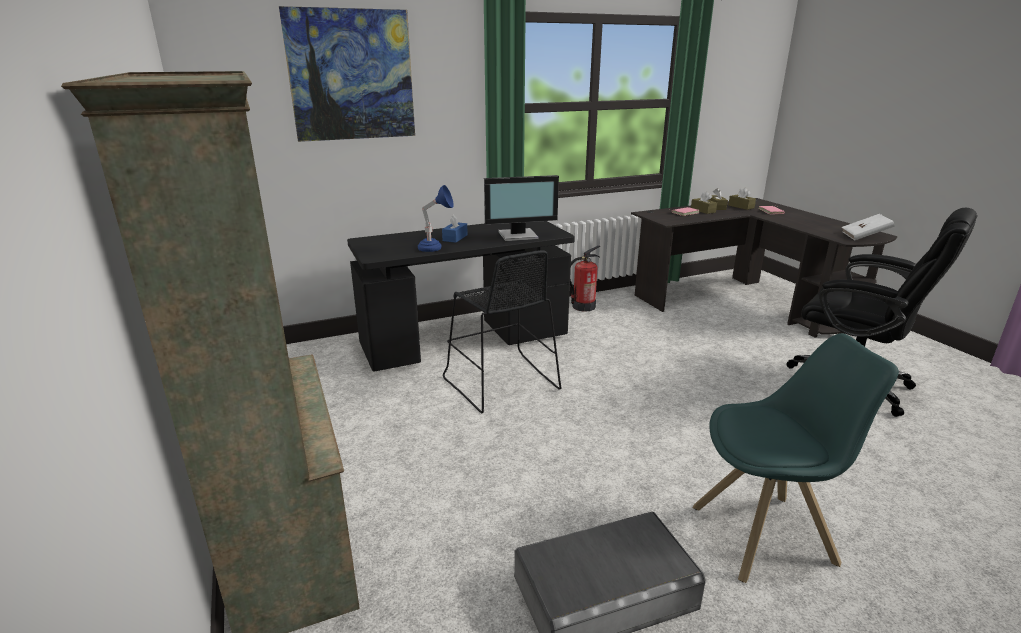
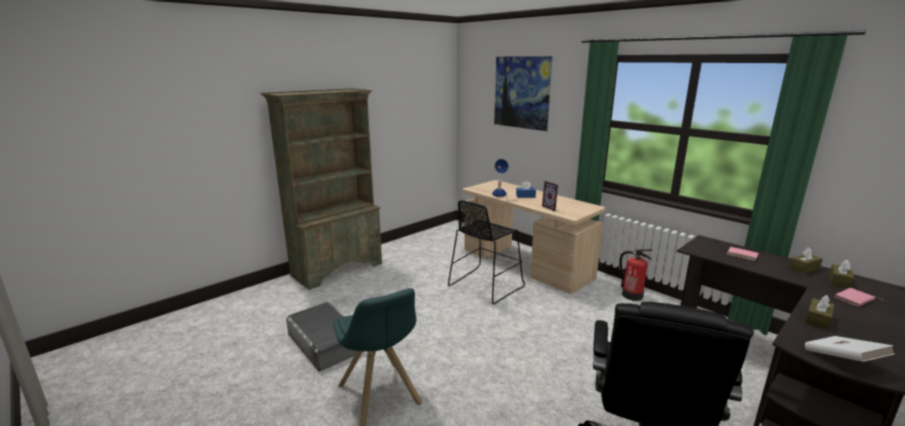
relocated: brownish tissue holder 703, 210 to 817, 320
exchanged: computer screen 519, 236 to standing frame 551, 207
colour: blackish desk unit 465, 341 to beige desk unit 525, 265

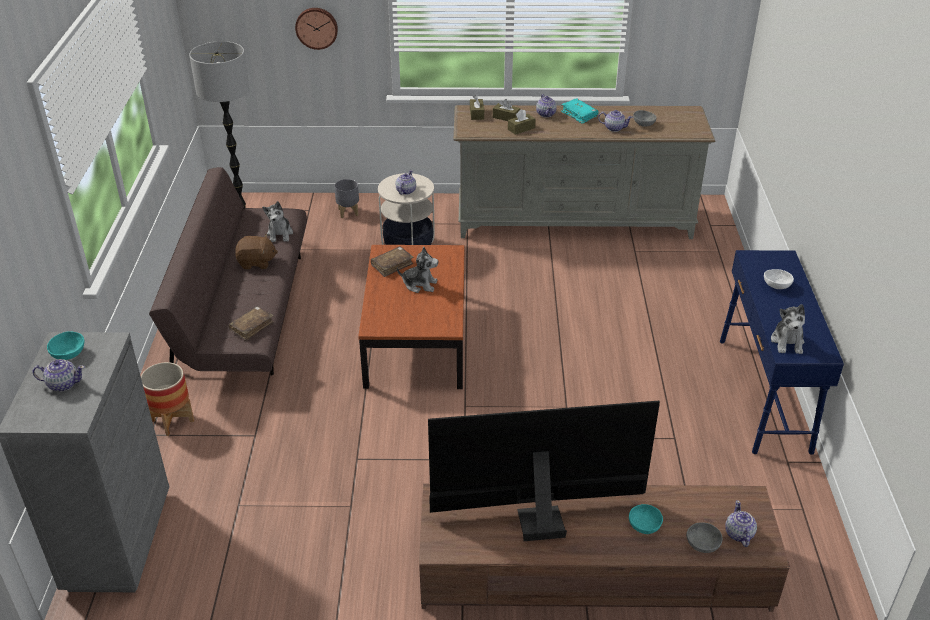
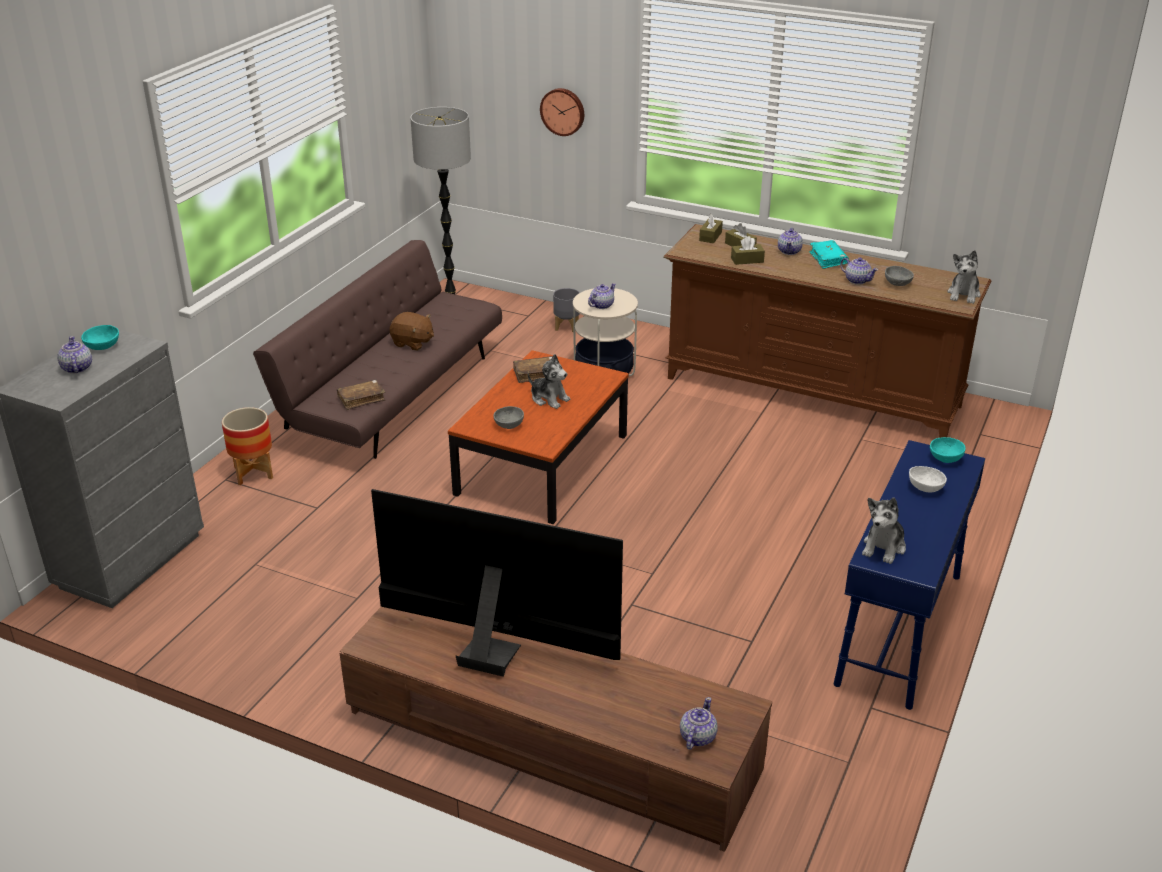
relocated: cuddly toy 280, 234 to 963, 294; blue-green serving bowl 644, 526 to 945, 458; greyish serving bowl 702, 545 to 508, 425
colour: greyish cabinet 574, 222 to brownish cabinet 811, 393
spun: teapot 63, 384 = 76, 368 135 degrees counterclockwise

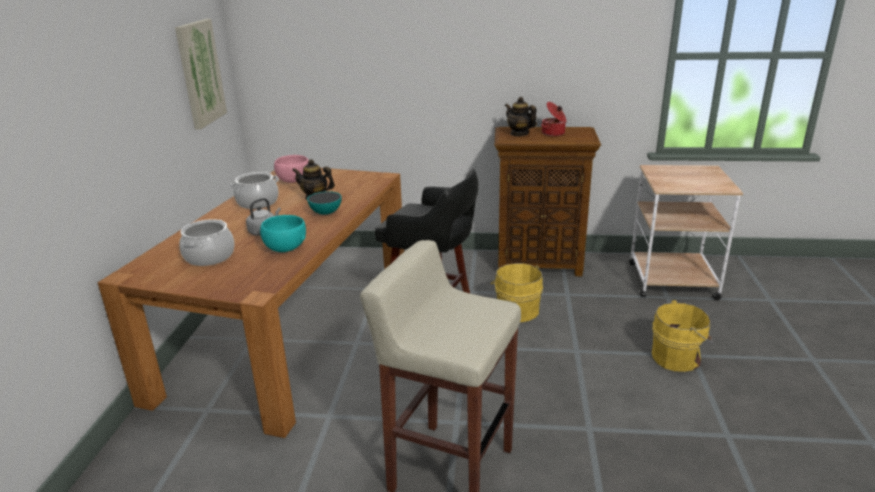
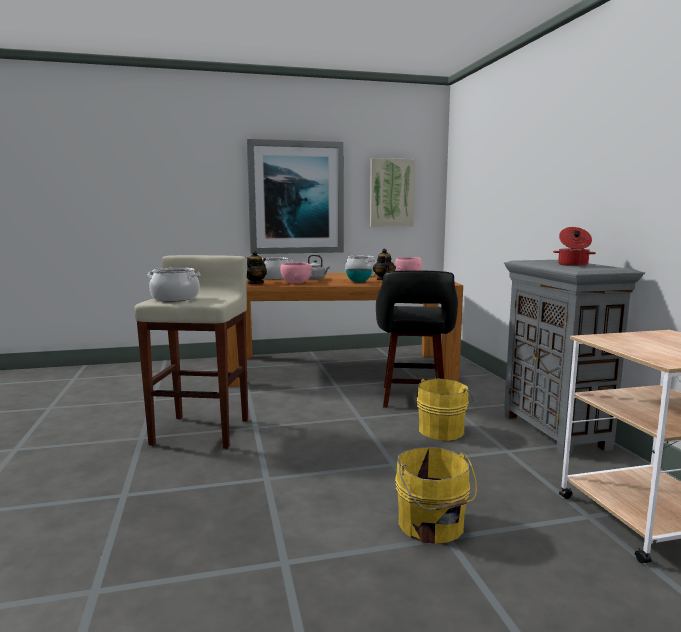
appeared: saucepot 175, 298; wall art 296, 198
relocated: teapot 519, 133 to 255, 283
colour: blue-green serving bowl 285, 248 to pink-coloured serving bowl 295, 283; brownish cabinet 540, 264 to greyish cabinet 556, 432

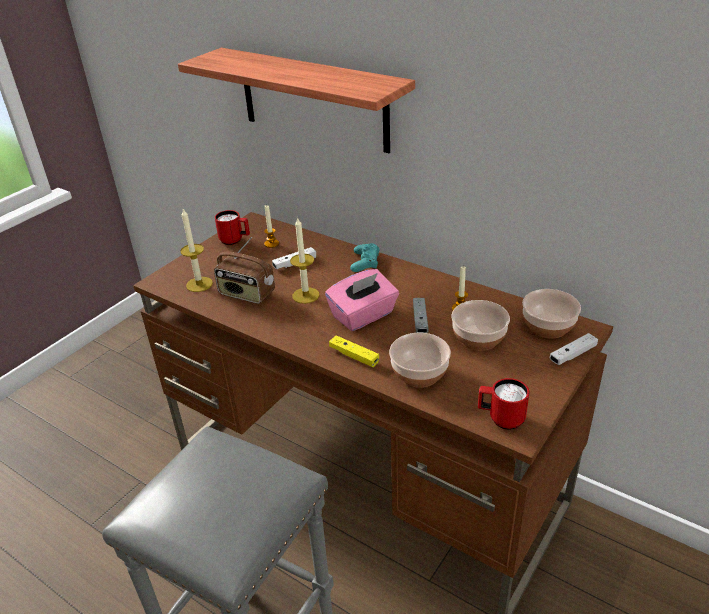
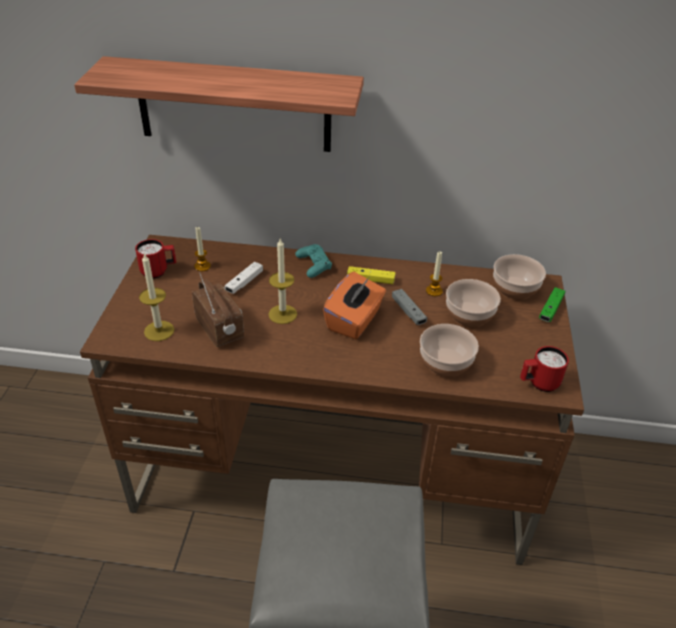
relocated: yellowish joypad 354, 356 to 370, 280
colour: pink-coloured tissue holder 363, 316 to orange-coloured tissue holder 354, 321; white-coloured joypad 572, 355 to green joypad 550, 309
spun: radio set 246, 294 = 220, 329 120 degrees counterclockwise

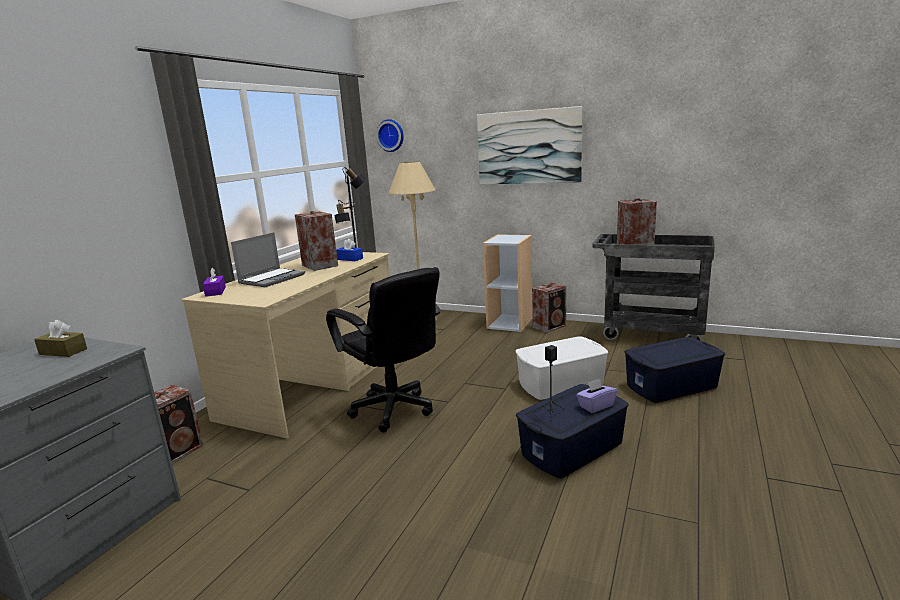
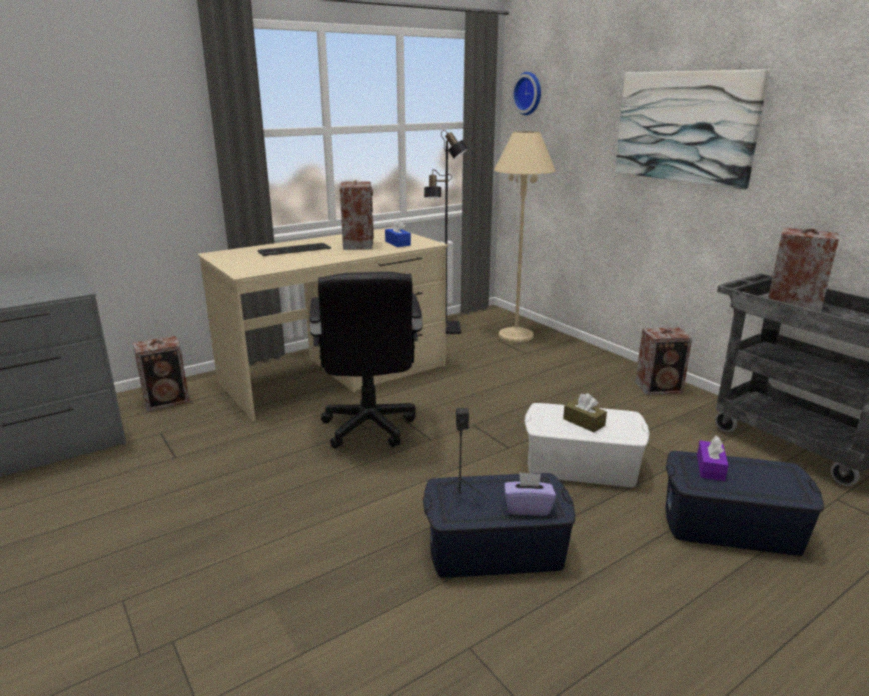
missing: bookshelf 510, 323
relocated: brownish tissue holder 63, 351 to 584, 422; purplish tissue holder 215, 291 to 710, 468
exchanged: notebook computer 272, 279 to PC keyboard 294, 250

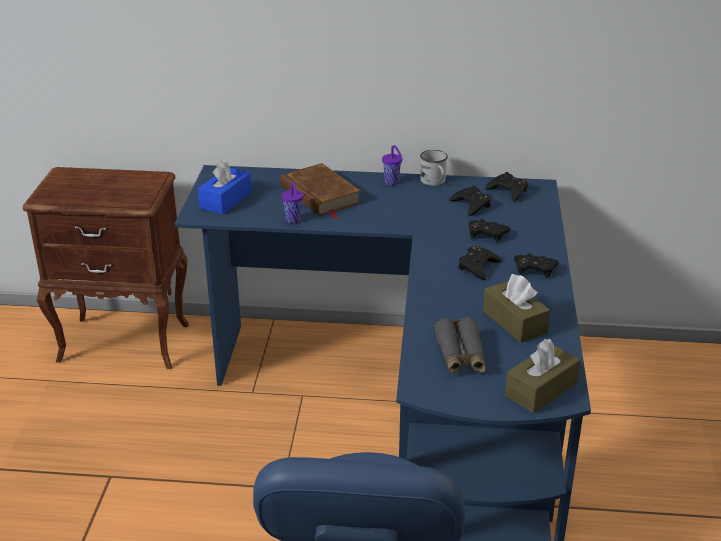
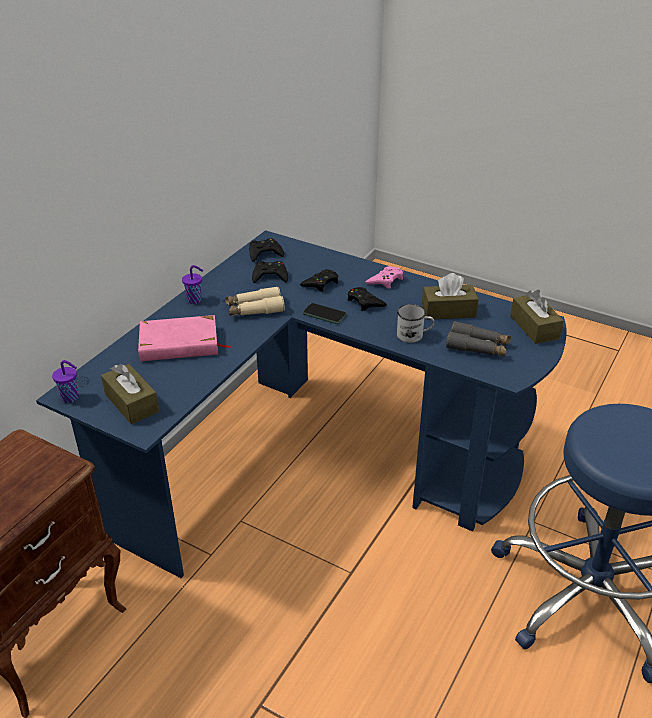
appeared: beige field glasses 254, 309; phone 324, 314
relocated: purplish small cup 293, 220 to 71, 398; white-coloured mug 434, 182 to 414, 335
colour: blue-coloured tissue holder 226, 200 to brownish tissue holder 131, 403; brownish book 320, 195 to pink-coloured book 179, 344; blackish joypad 534, 269 to pink-coloured joypad 385, 280

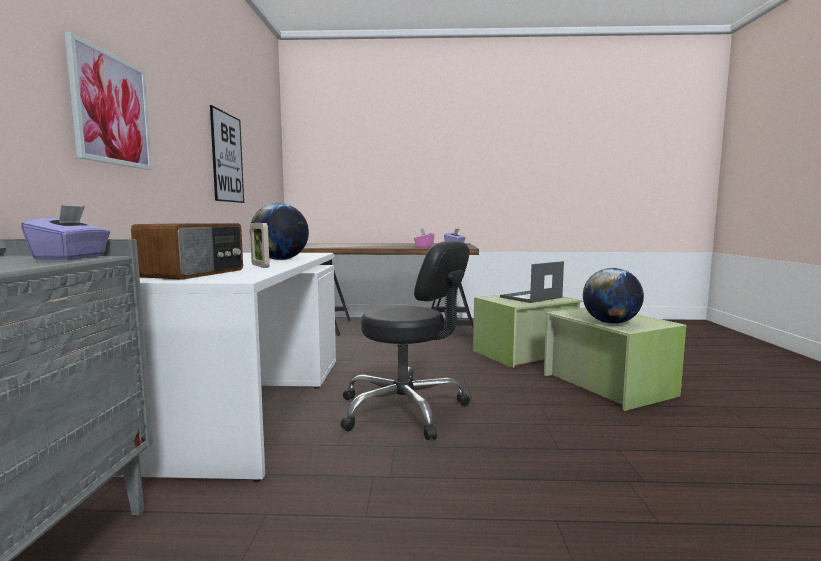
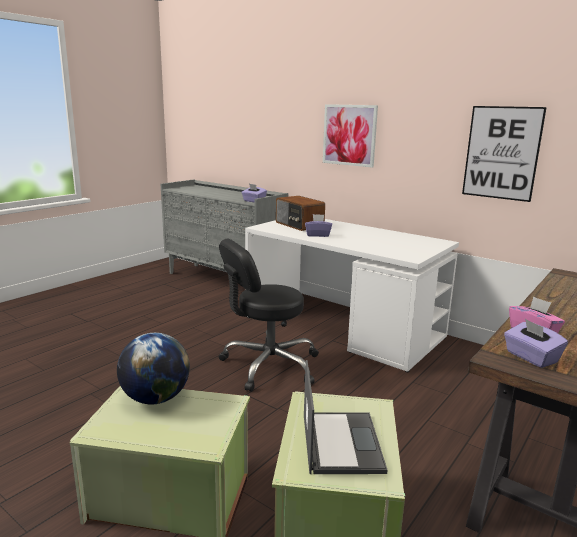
missing: globe 281, 259
exchanged: standing frame 260, 266 to purplish tissue holder 317, 235

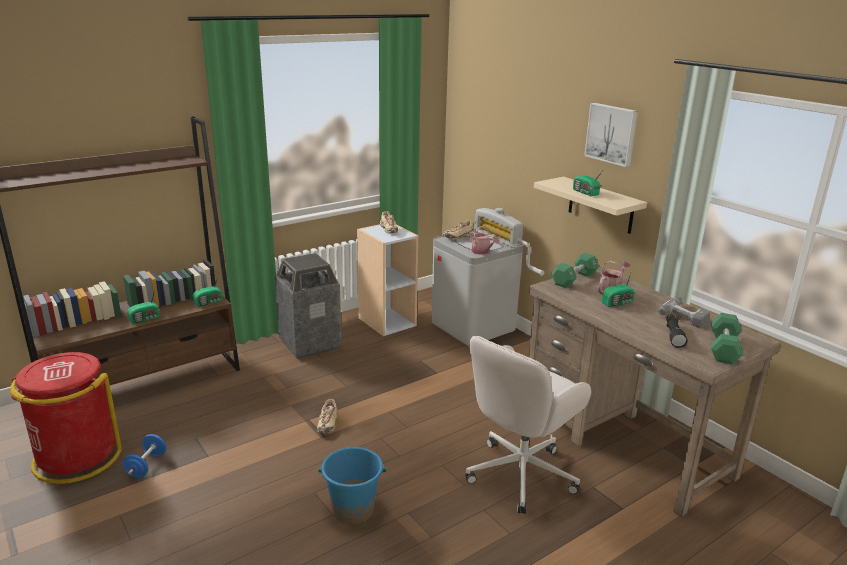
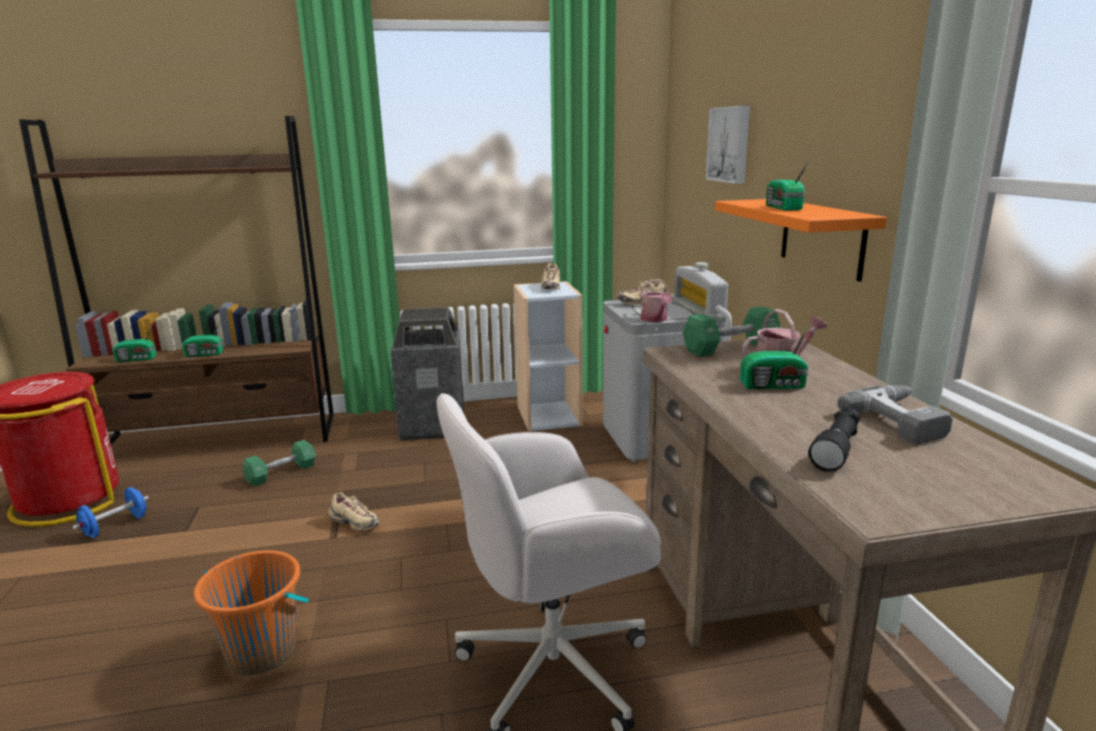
relocated: radio set 209, 302 to 137, 359; wall art 612, 134 to 730, 144; green dumbbell 724, 348 to 281, 473
colour: blue-coloured pail 353, 510 to orange-coloured pail 262, 651; beige bracket shelf 600, 205 to orange-coloured bracket shelf 821, 237
spun: beige item of footwear 328, 424 = 355, 523 90 degrees counterclockwise

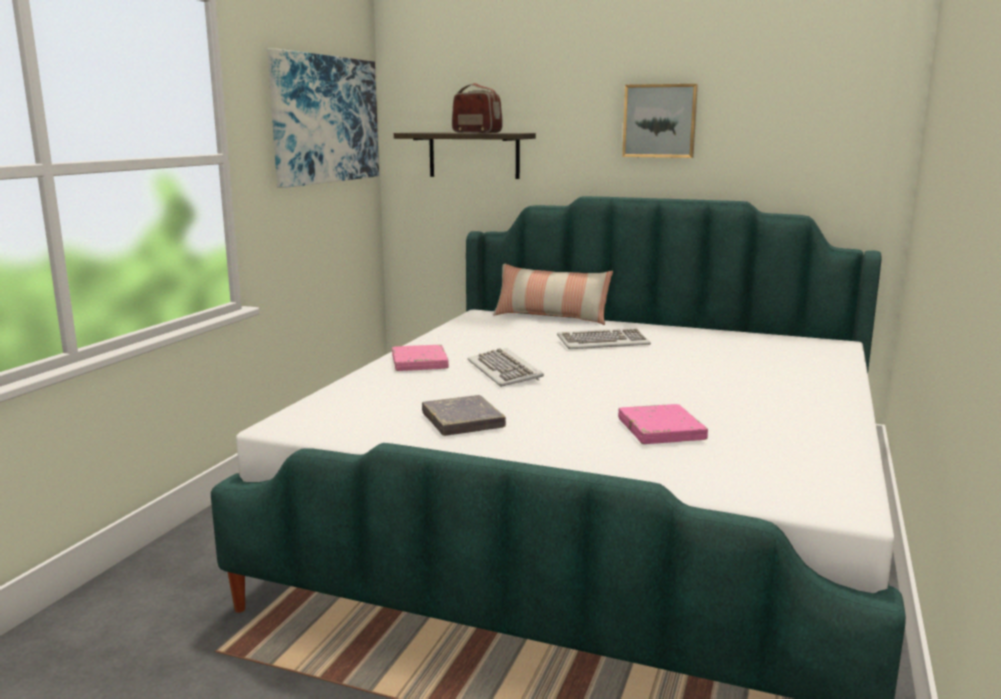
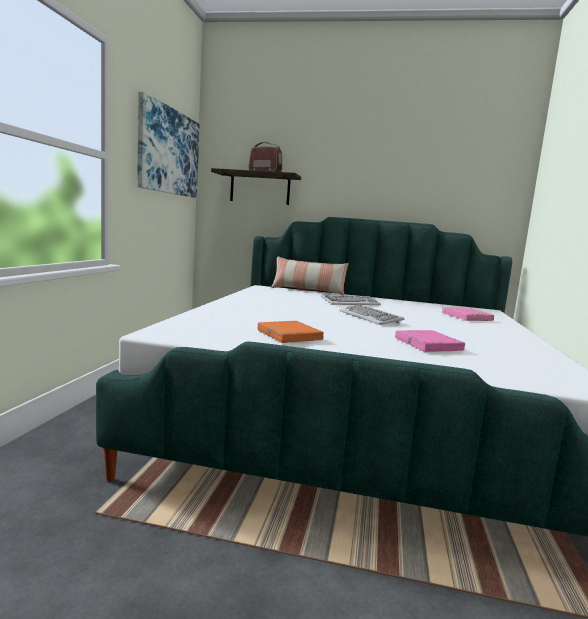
missing: wall art 660, 121
relocated: pink-coloured book 419, 363 to 466, 317; PC keyboard 505, 371 to 370, 317
colour: greyish book 462, 421 to orange-coloured book 289, 336

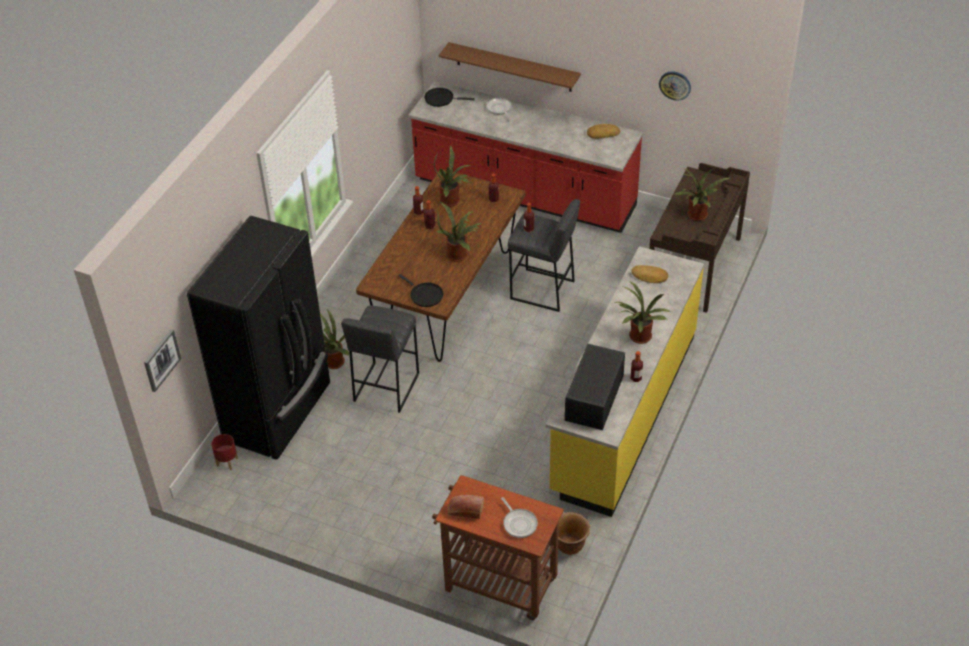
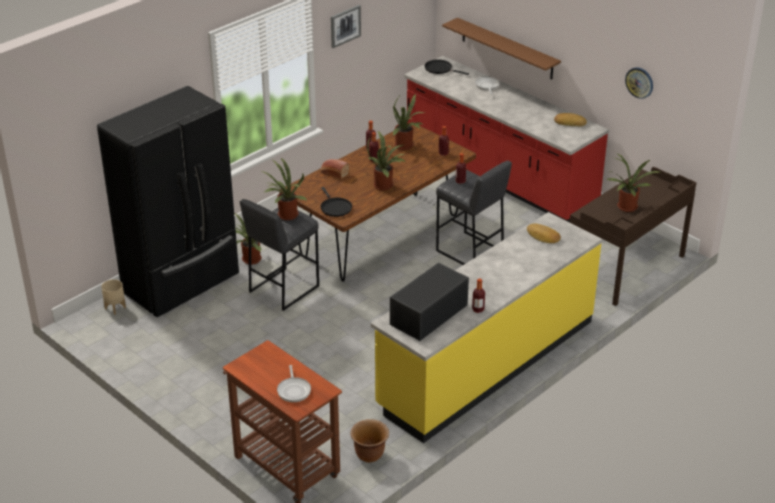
relocated: wall art 161, 360 to 345, 26; bread 465, 511 to 333, 173; houseplant 639, 338 to 286, 216
colour: red-coloured planter 227, 462 to beige planter 115, 308

